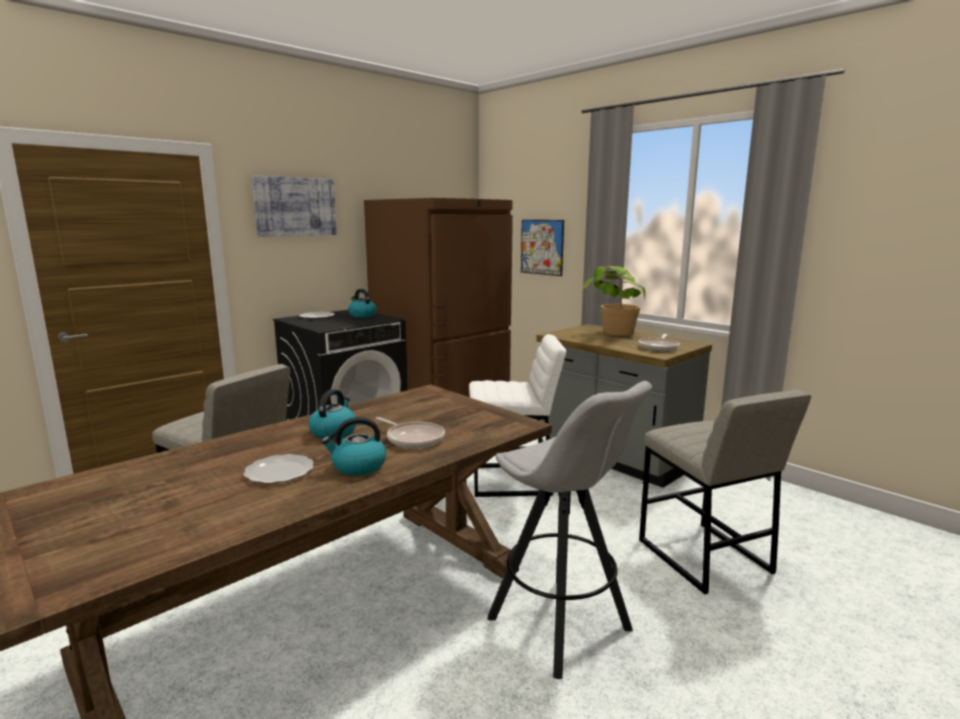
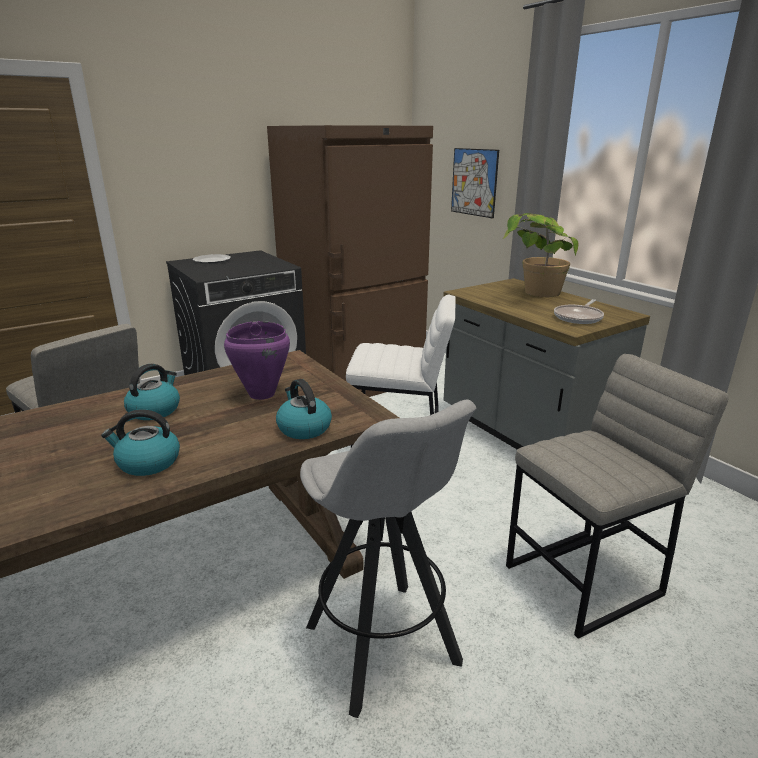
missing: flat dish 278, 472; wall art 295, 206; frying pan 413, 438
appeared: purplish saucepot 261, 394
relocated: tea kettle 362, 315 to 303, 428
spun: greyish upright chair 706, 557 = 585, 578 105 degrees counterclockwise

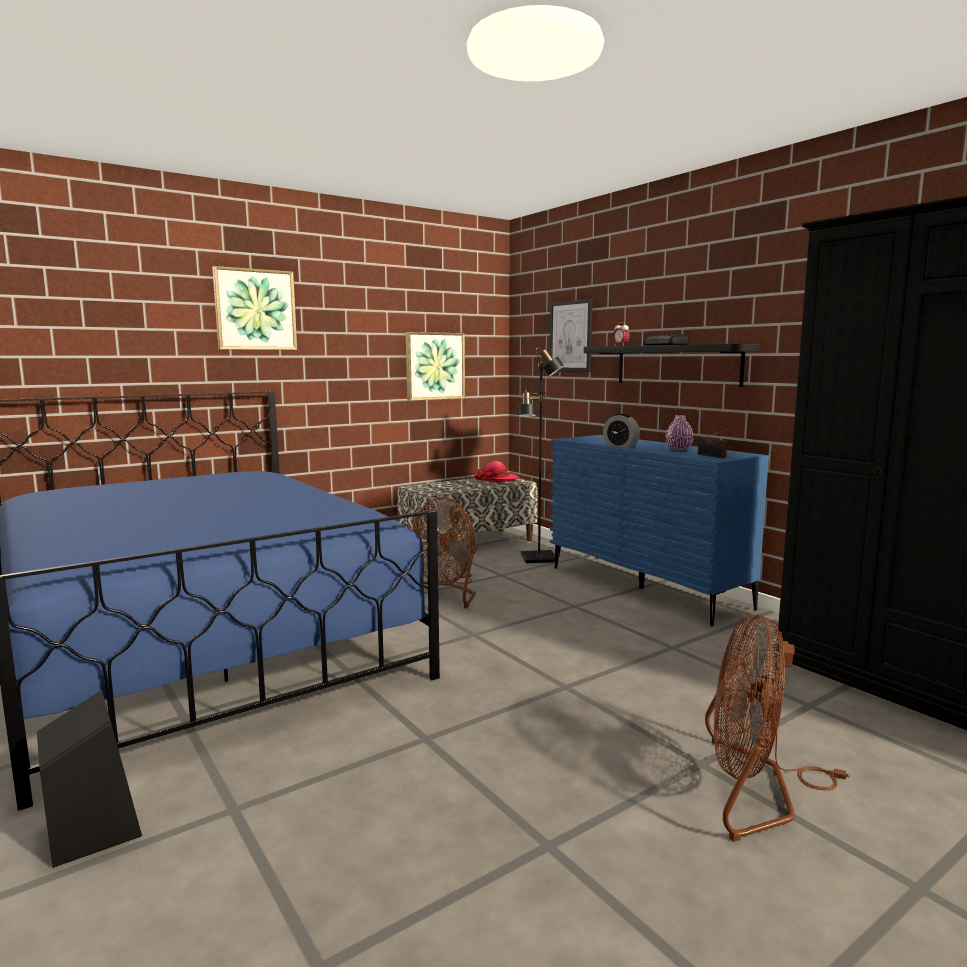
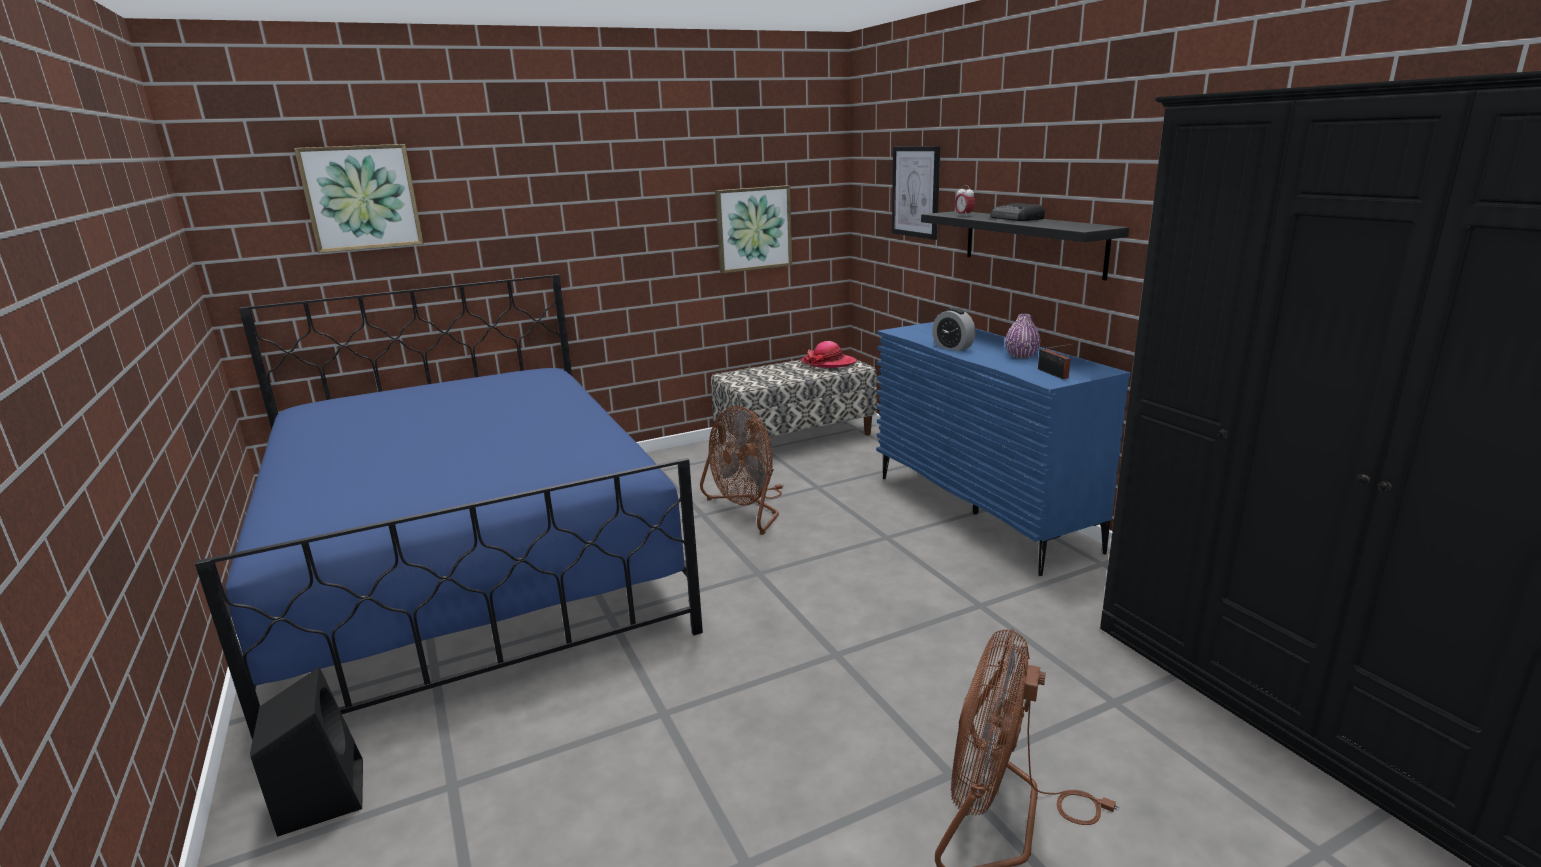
missing: blackish floor lamp 538, 558
relocated: wall art 255, 310 to 361, 197

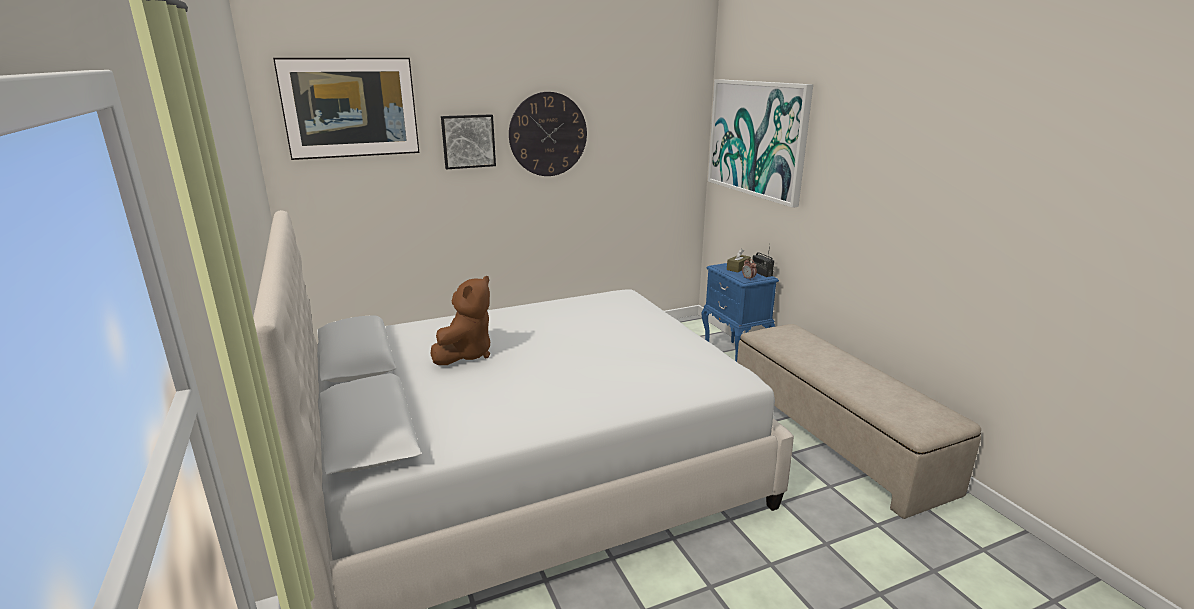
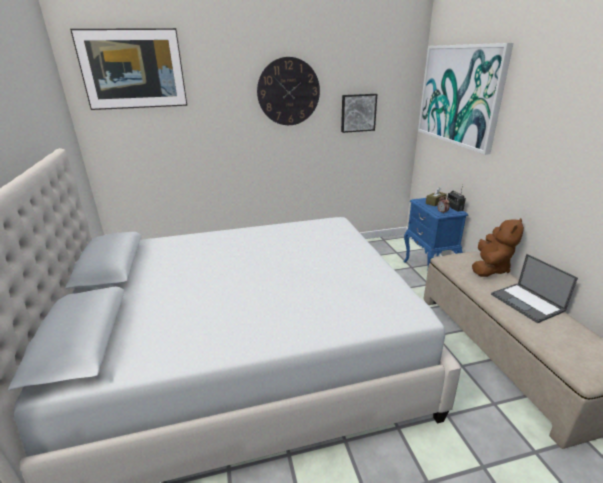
appeared: notebook computer 528, 303
relocated: brownish cuddly toy 466, 354 to 490, 269; wall art 468, 141 to 358, 113

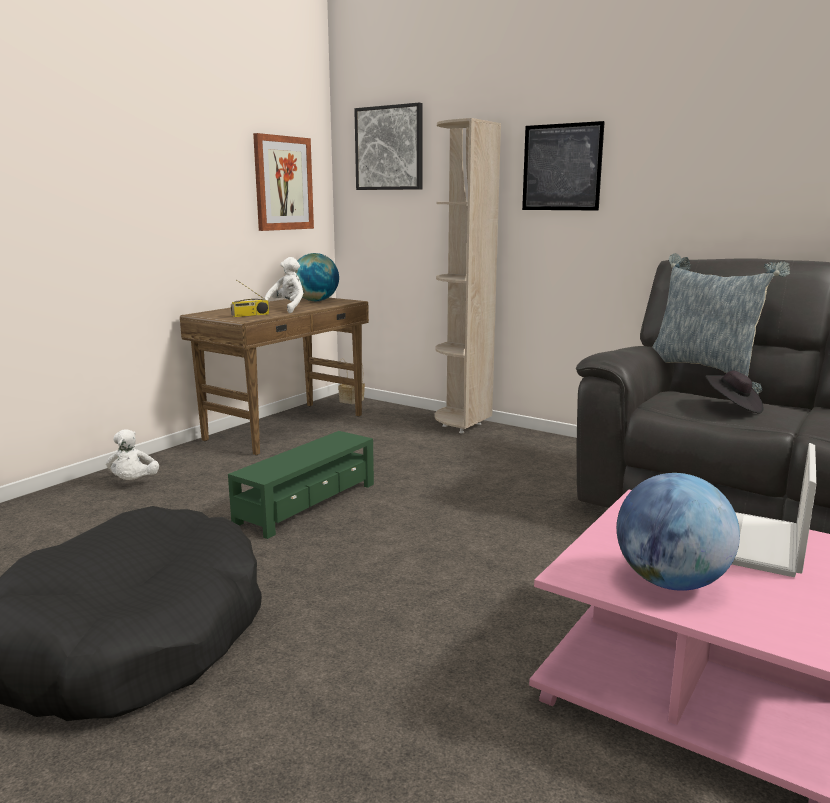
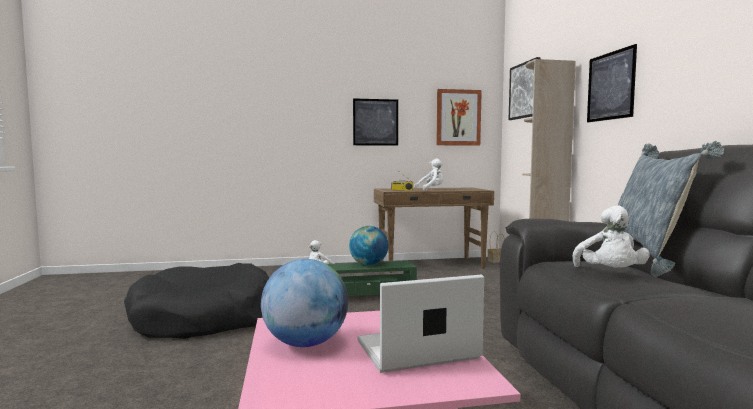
appeared: wall art 375, 122
relocated: globe 316, 301 to 368, 264
exchanged: blackish clothing hat 733, 407 to white-coloured cuddly toy 609, 274

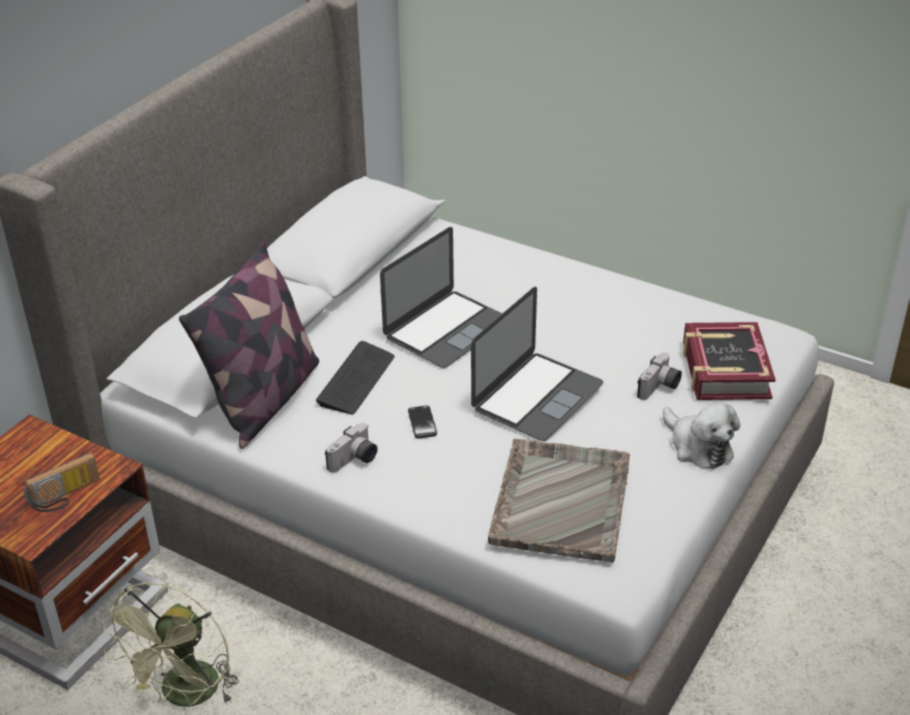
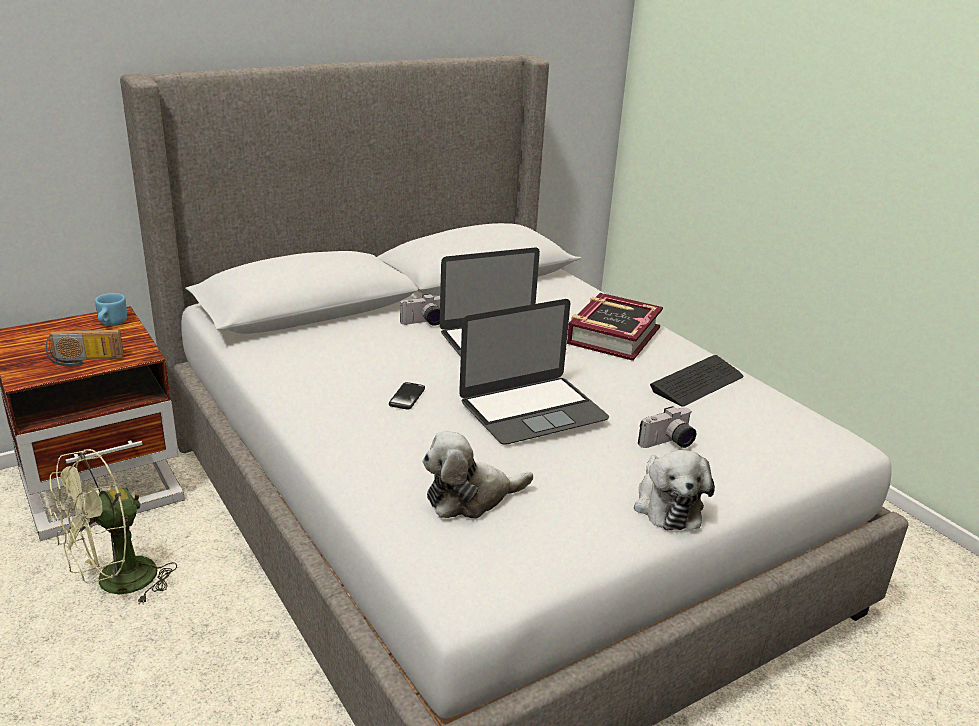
missing: pillow 264, 399
appeared: blue-coloured mug 111, 324
relocated: PC keyboard 356, 380 to 697, 383; photo camera 354, 461 to 425, 323; book 724, 370 to 613, 335
exchanged: greyish serving tray 561, 500 to cuddly toy 470, 497

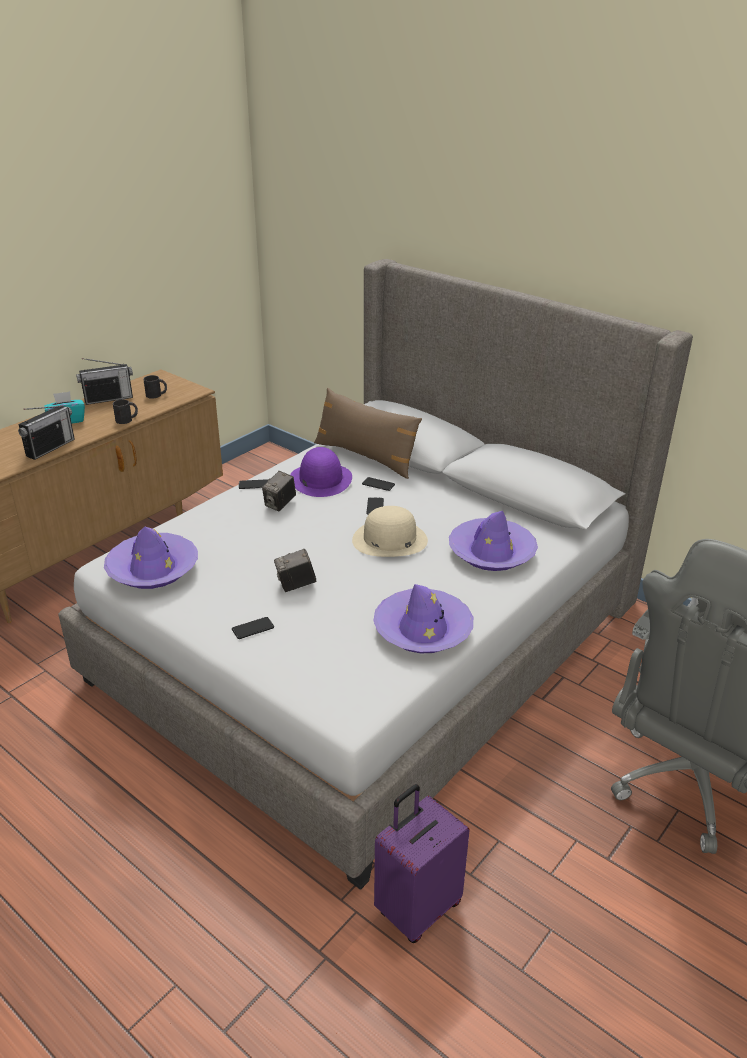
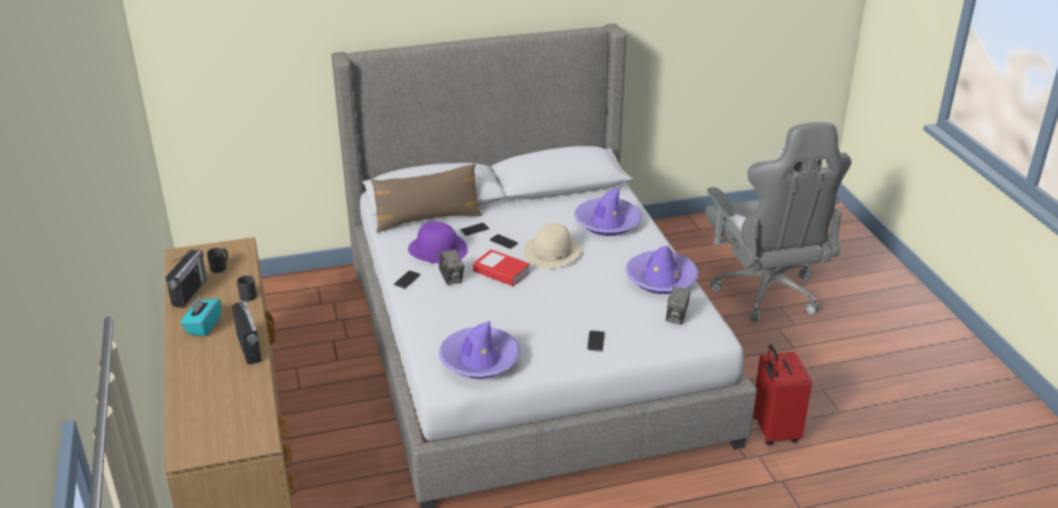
appeared: book 501, 272
relocated: photo camera 296, 585 to 676, 317
colour: purplish suitcase 417, 907 to red-coloured suitcase 773, 431

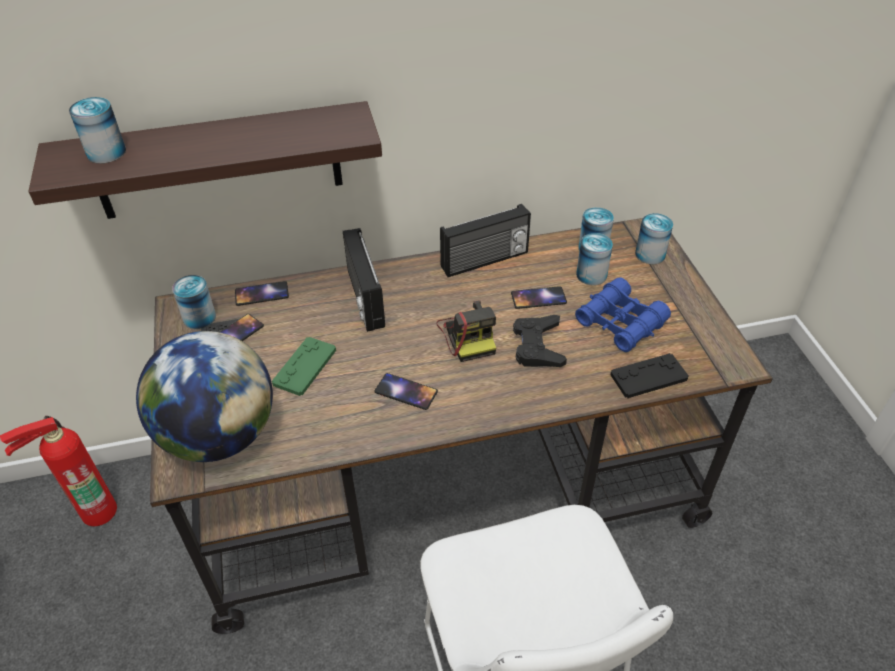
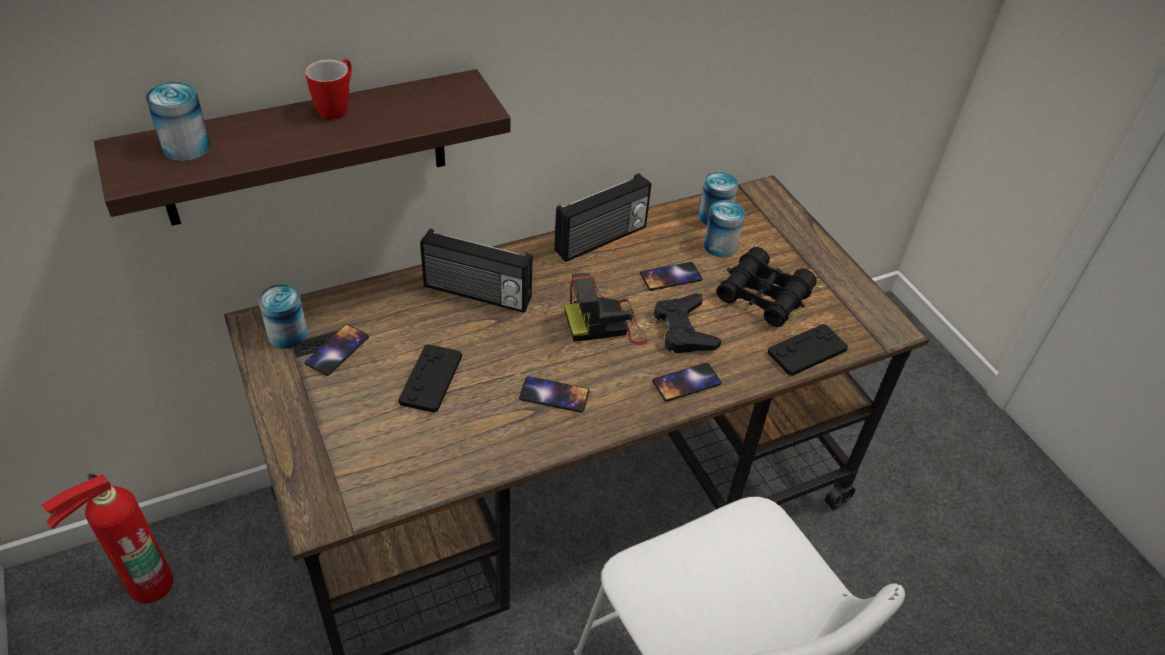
missing: globe 219, 435; can 650, 254
appeared: mug 338, 108
relocated: phone 262, 294 to 686, 382
colour: green joypad 305, 367 to blackish joypad 431, 379; blue-coloured field glasses 620, 323 to blackish field glasses 763, 296
spun: radio set 363, 298 = 476, 294 45 degrees counterclockwise; photo camera 468, 335 = 606, 325 105 degrees clockwise

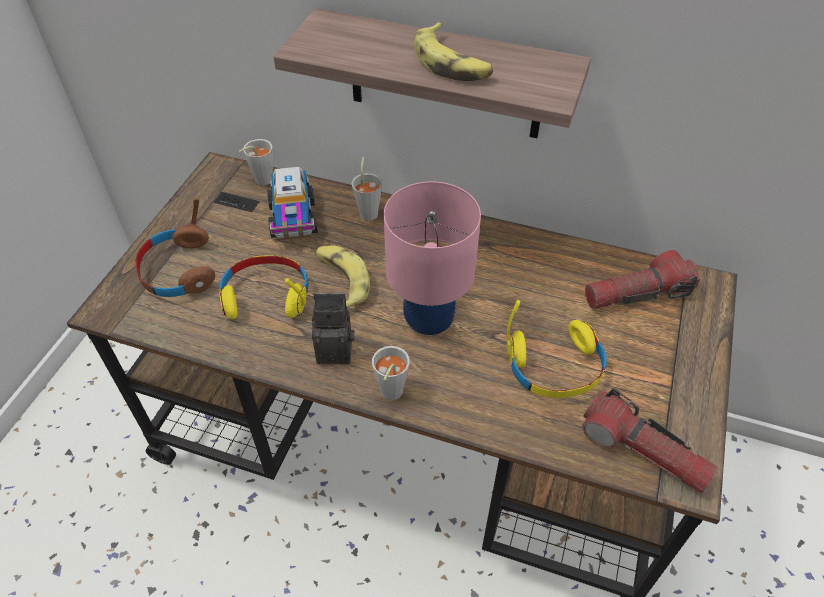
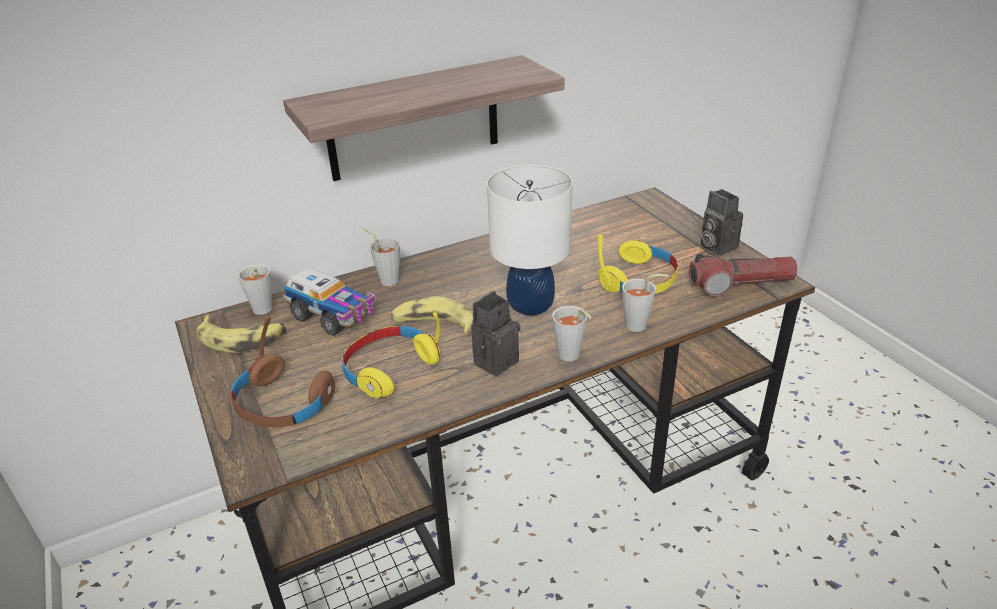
missing: flashlight 637, 294
appeared: greyish small cup 641, 326; photo camera 715, 246
relocated: whole banana 451, 63 to 241, 339
colour: pink-coloured tabletop lamp 426, 320 to white-coloured tabletop lamp 528, 308

